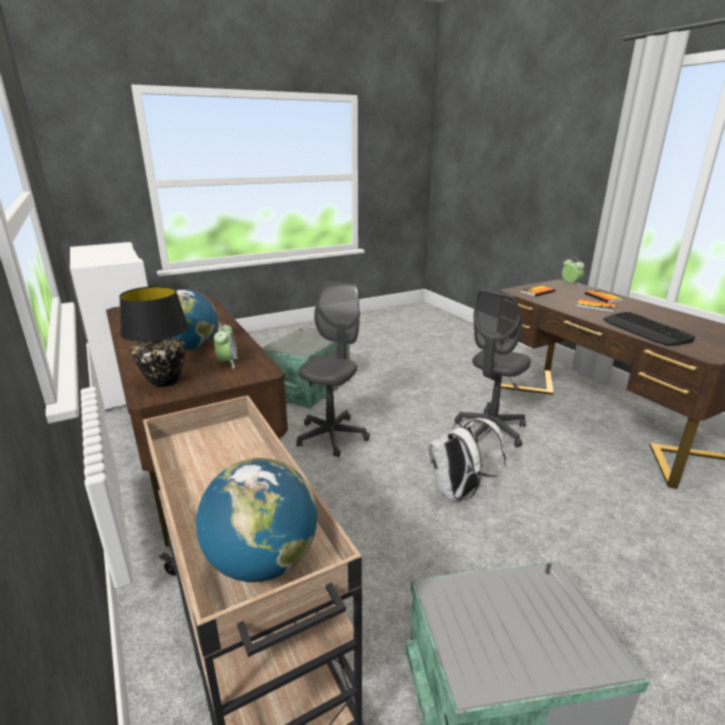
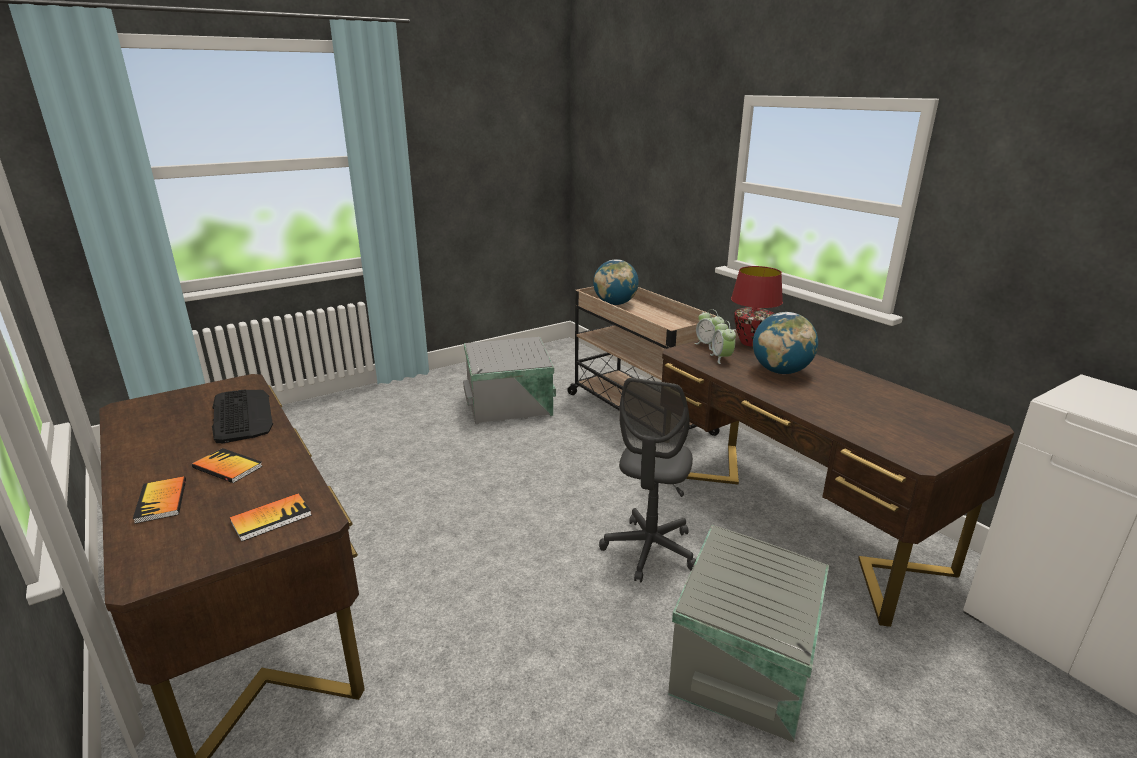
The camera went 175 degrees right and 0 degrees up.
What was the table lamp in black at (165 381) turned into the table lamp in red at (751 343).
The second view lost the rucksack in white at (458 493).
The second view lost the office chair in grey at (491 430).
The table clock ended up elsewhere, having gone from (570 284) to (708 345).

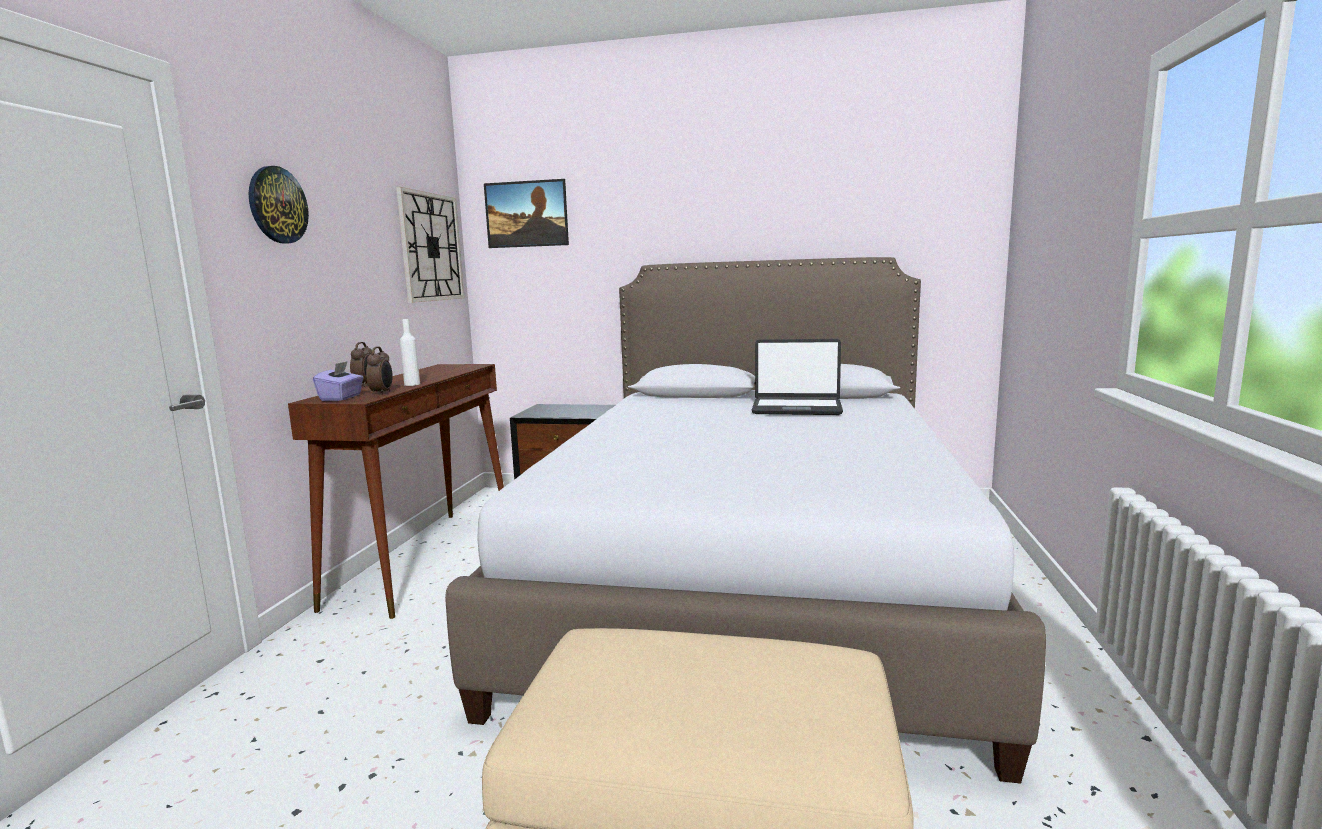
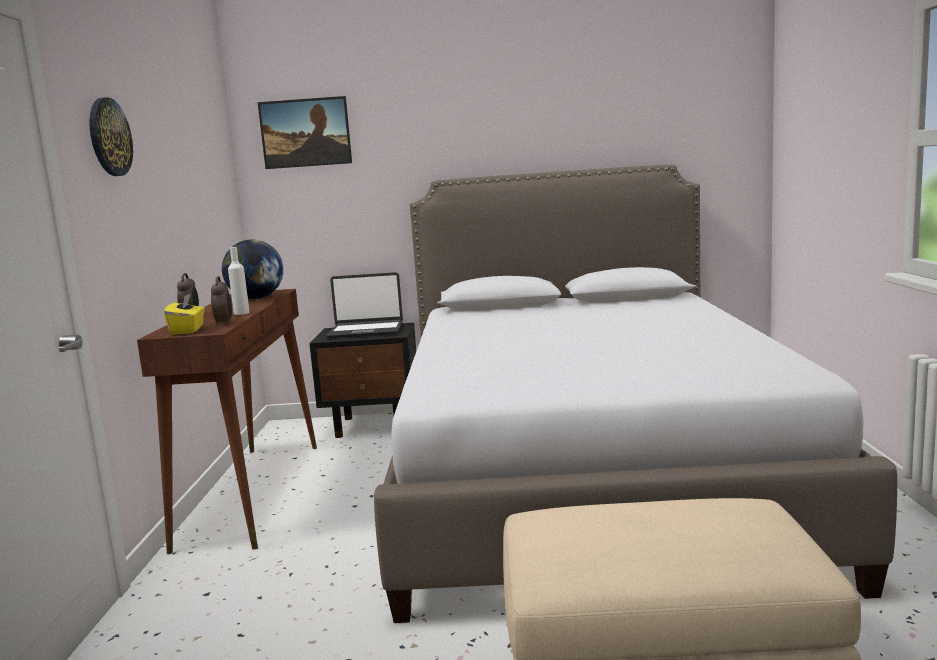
The camera went 10 degrees left and 0 degrees up.
What was the tissue box in purplish at (341 398) turned into the tissue box in yellow-coloured at (188 330).
The second view lost the hanging clock at (431 247).
The portable computer ended up elsewhere, having gone from (796 408) to (366 331).
The second view gained the desk globe at (256 298).

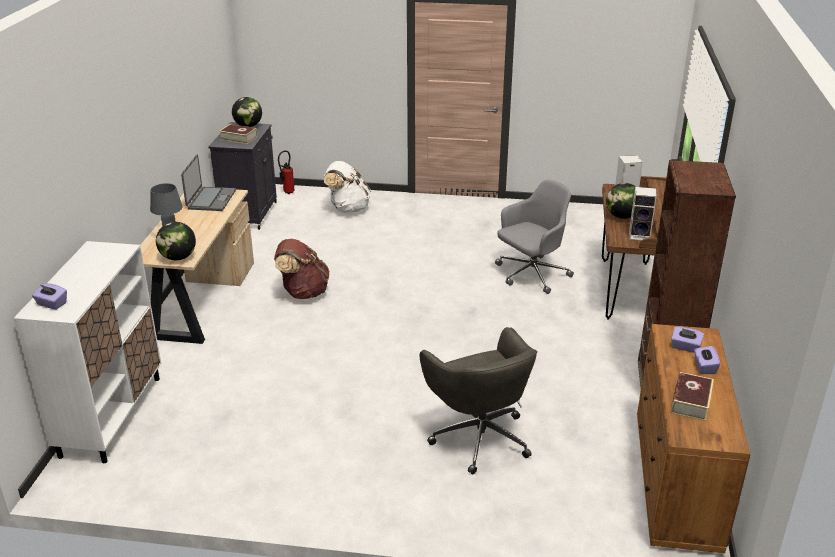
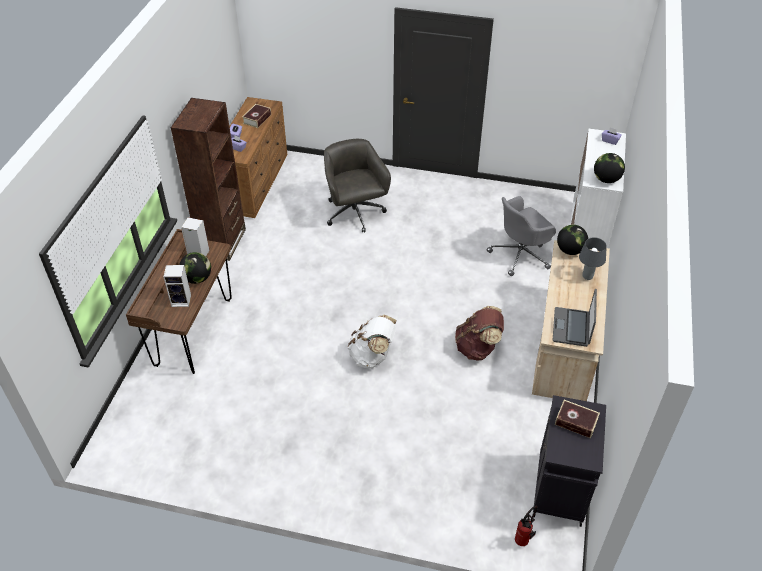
The camera went 175 degrees left and 15 degrees up.
The desk globe ended up elsewhere, having gone from (248 126) to (606 179).
The rucksack in white ended up elsewhere, having gone from (348 208) to (372 356).
The office chair in grey ended up elsewhere, having gone from (531 274) to (520 255).

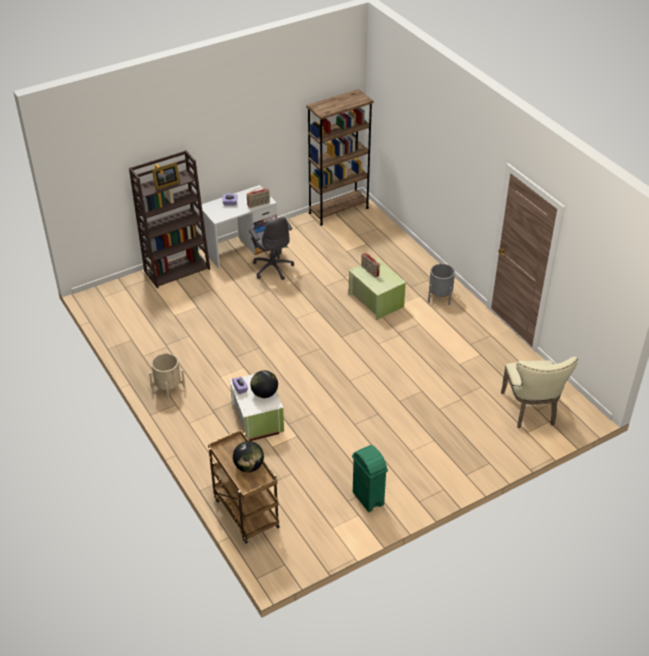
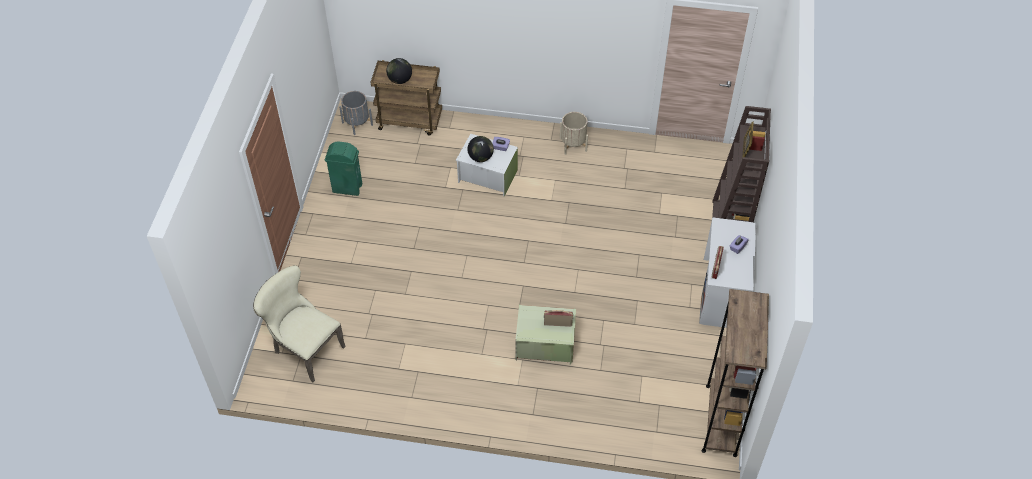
The camera went 130 degrees right and 10 degrees up.
The second view lost the office chair in grey at (272 268).
The flower pot in grey ended up elsewhere, having gone from (440 296) to (357 123).

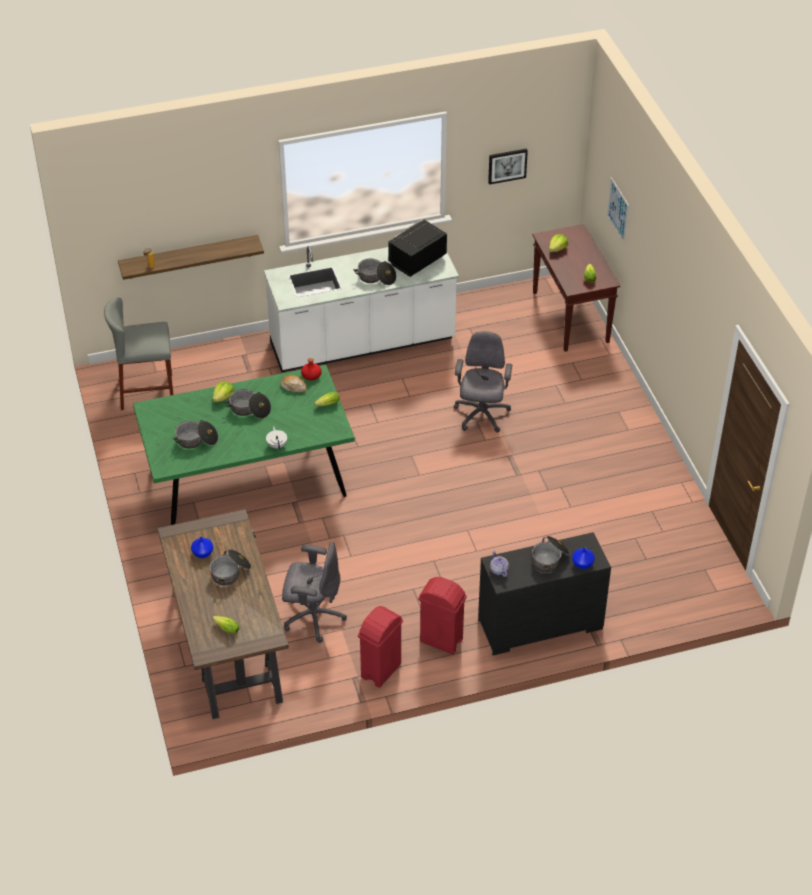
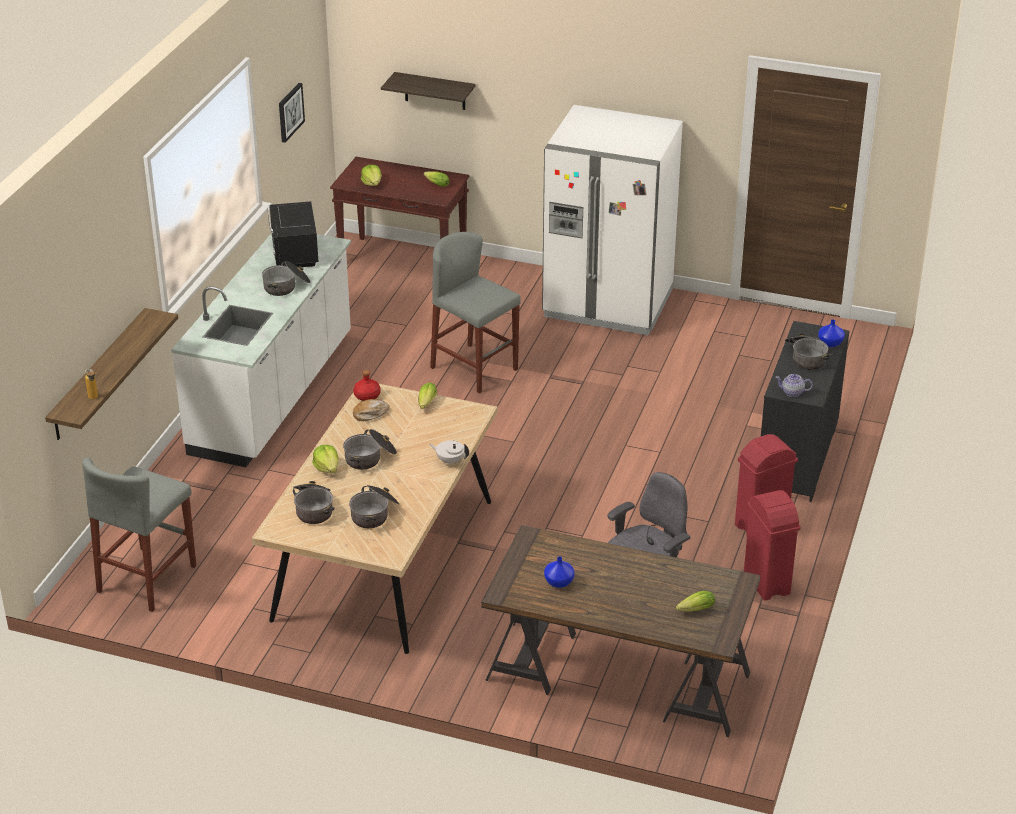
The camera went 55 degrees left and 10 degrees down.
What was the kitchen table in greenish at (248 478) turned into the kitchen table in beige at (384 558).
The stockpot ended up elsewhere, having gone from (230 572) to (314 509).
Where the office chair in grey stood at (481 415), the sitting stool in grey came to stand at (474 368).
Where the wall picture hung at (618 210), the shelf came to hang at (435 91).
The second view gained the kitchen fridge in white at (608 304).

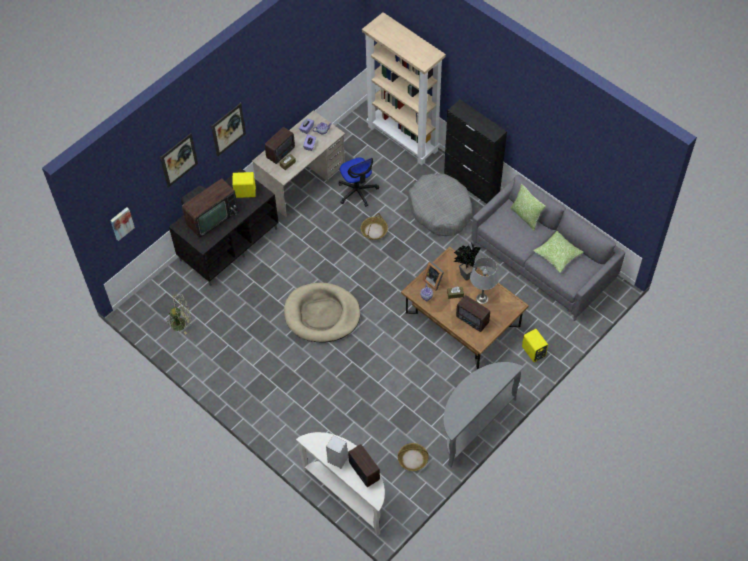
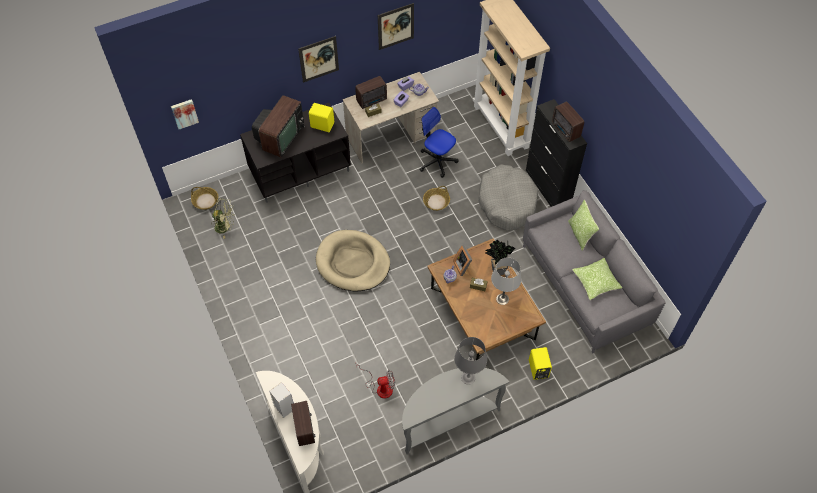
The camera went 20 degrees right and 0 degrees up.
The wall picture ended up elsewhere, having gone from (179 160) to (395 26).
The television at (210 217) ended up facing another way, 45 degrees counterclockwise from before.
The office chair at (357 191) ended up facing another way, 135 degrees clockwise from before.
The household basket ended up elsewhere, having gone from (412 459) to (205 201).
The radio ended up elsewhere, having gone from (472 321) to (566 130).
The second view gained the electric fan at (380 387).
The second view gained the table lamp in grey at (468 377).

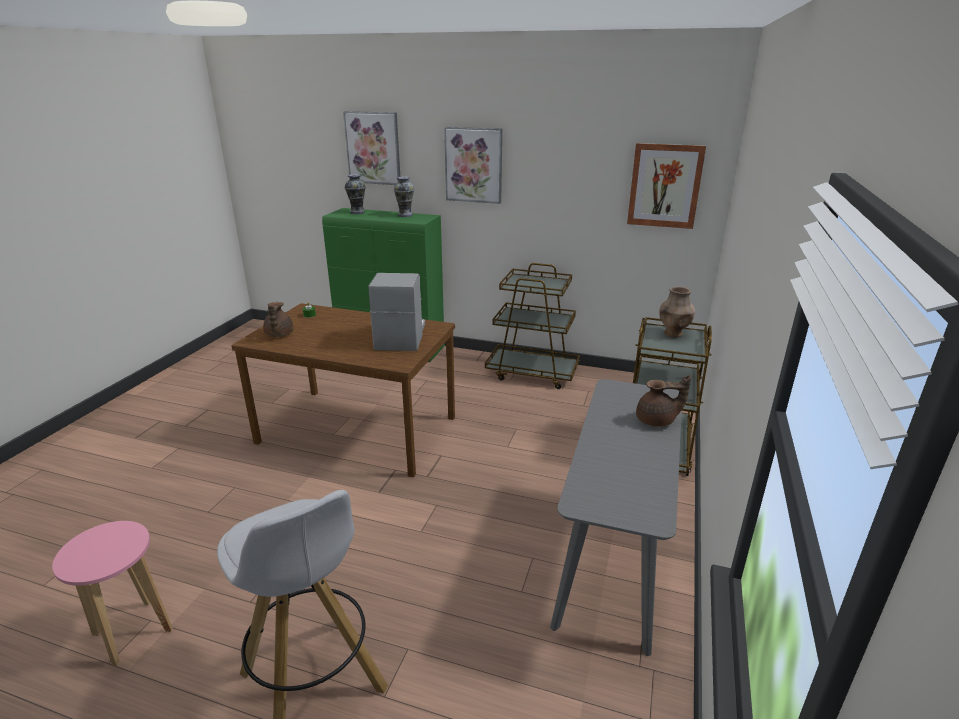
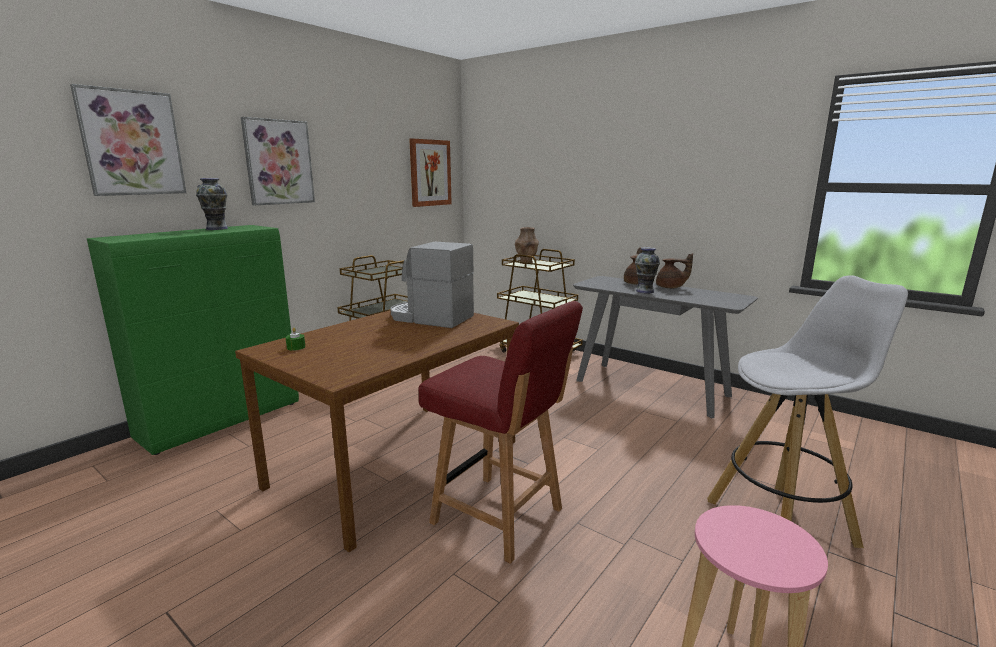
The camera went 70 degrees left and 10 degrees down.
The pot for tea in brownish ended up elsewhere, having gone from (278 334) to (670 287).
The flower vase ended up elsewhere, having gone from (357 212) to (645 291).
The second view gained the plain chair in red at (499 517).

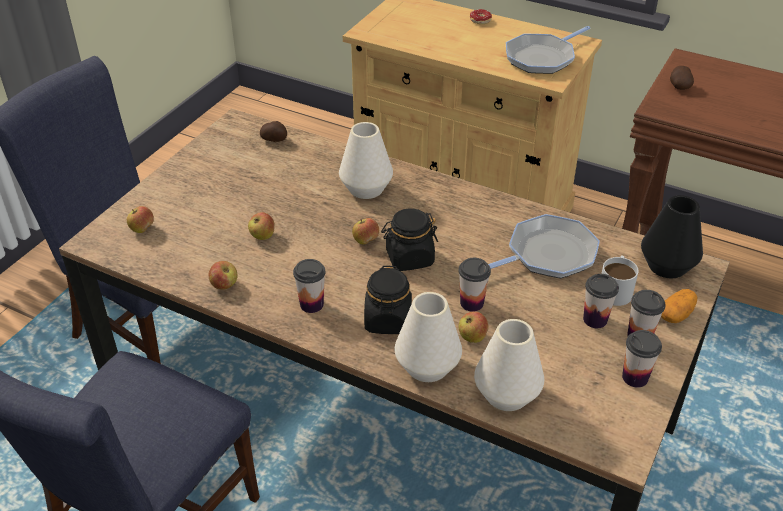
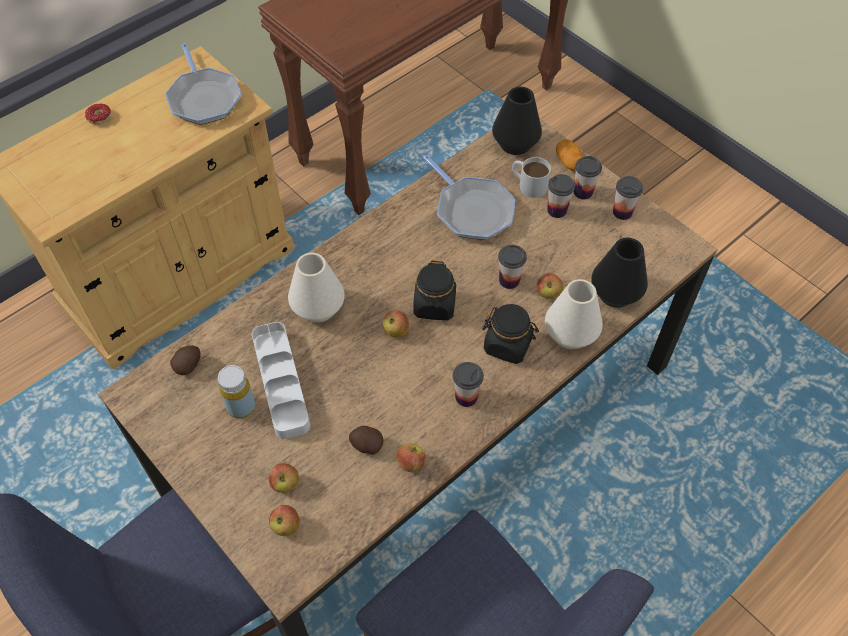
The camera went 70 degrees left and 15 degrees up.
The apple ended up elsewhere, having gone from (262 236) to (285 483).
What was the flower vase in white at (506 394) turned into the flower vase in black at (615 293).
The skillet at (546 255) ended up facing another way, 150 degrees clockwise from before.
The spud ended up elsewhere, having gone from (679 86) to (366 445).
The second view gained the bottle in yellow-coloured at (241 407).
The second view gained the serving tray in white at (281 382).

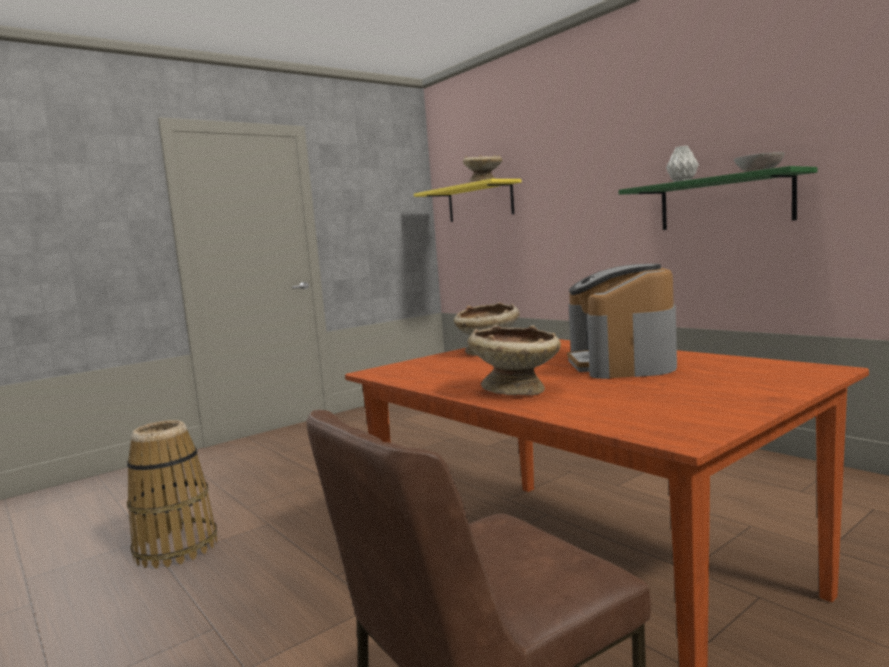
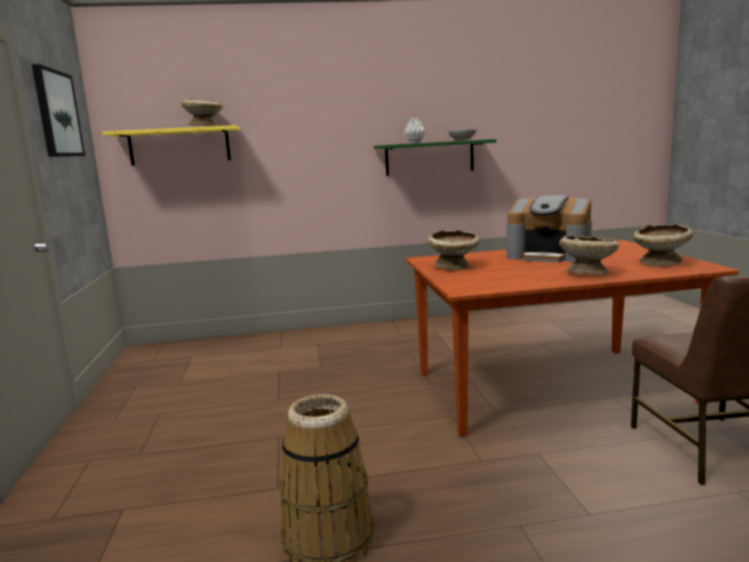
The camera went 60 degrees left and 5 degrees up.
The second view gained the wall picture at (57 114).
The second view gained the bowl in beige at (660 263).

